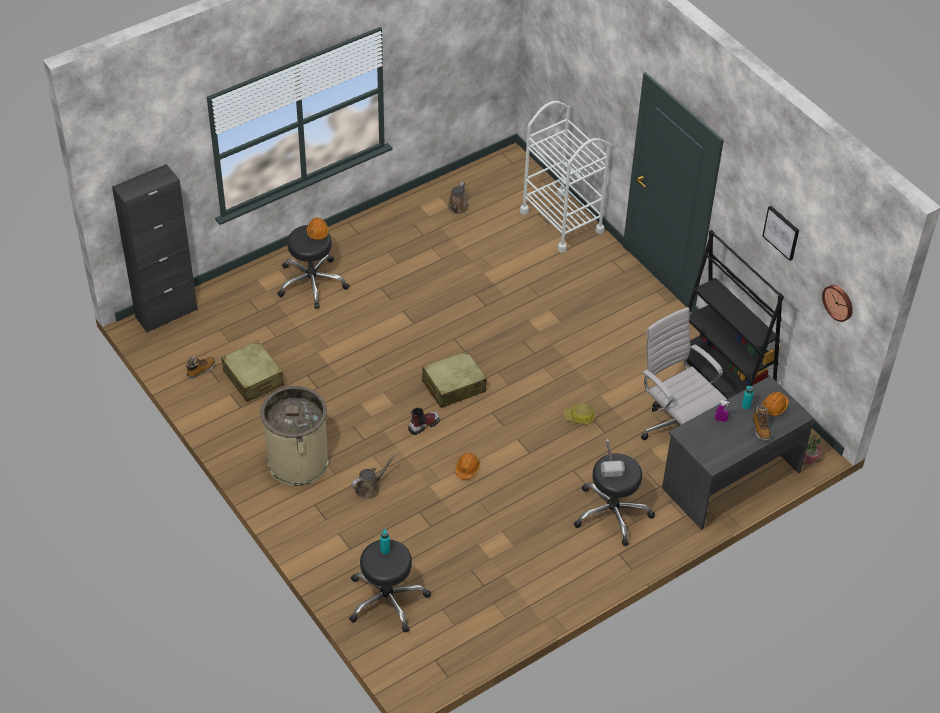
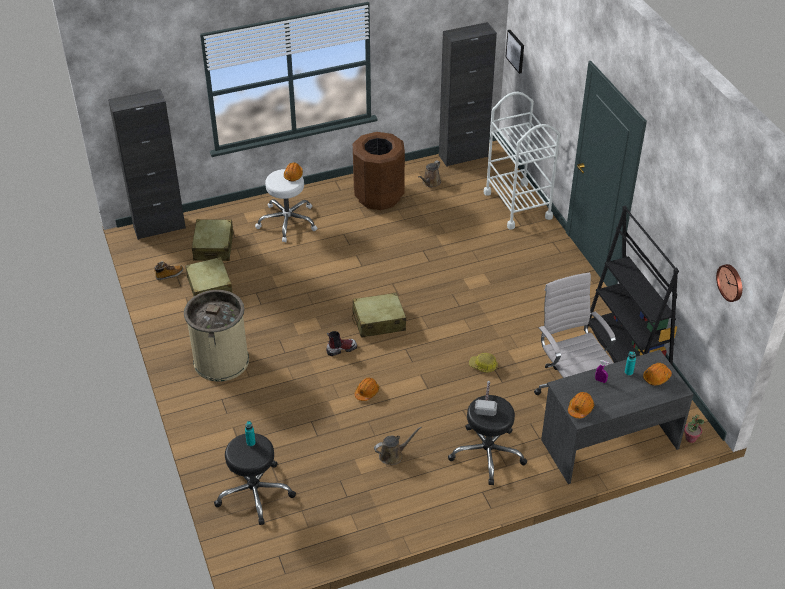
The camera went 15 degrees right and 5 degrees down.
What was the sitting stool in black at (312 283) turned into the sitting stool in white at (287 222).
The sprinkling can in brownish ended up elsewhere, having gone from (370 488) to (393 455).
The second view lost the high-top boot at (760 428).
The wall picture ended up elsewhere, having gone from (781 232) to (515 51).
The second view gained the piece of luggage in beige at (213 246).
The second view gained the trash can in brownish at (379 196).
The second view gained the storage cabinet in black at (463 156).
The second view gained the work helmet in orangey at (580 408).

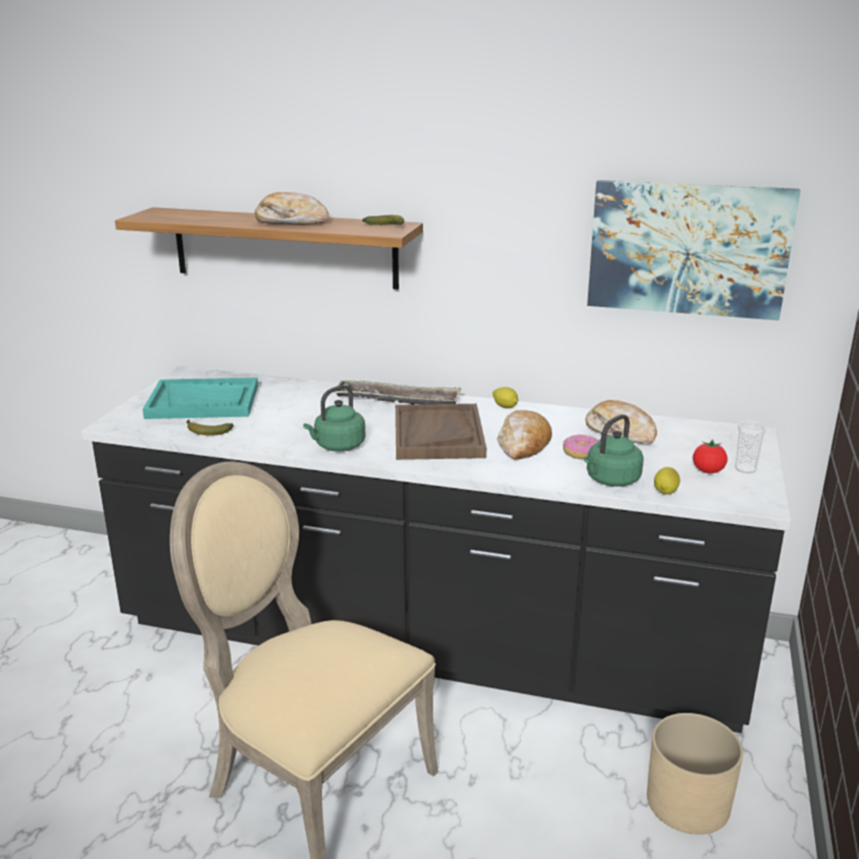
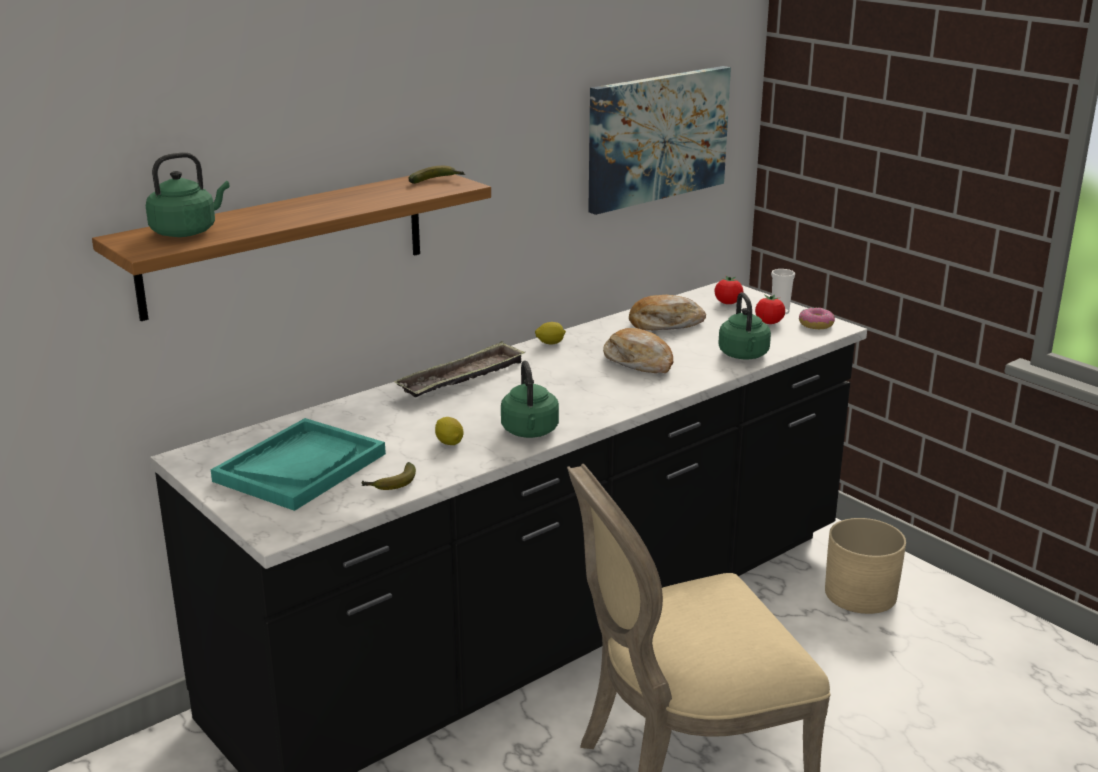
The camera went 55 degrees left and 0 degrees up.
The second view lost the bakery bread at (291 222).
The second view lost the serving tray in brownish at (438 435).
The doughnut ended up elsewhere, having gone from (581 453) to (816 325).
The lemon ended up elsewhere, having gone from (666 491) to (449 442).
The second view gained the tea kettle in greenish at (187 231).
The second view gained the fresh tomato at (728 303).

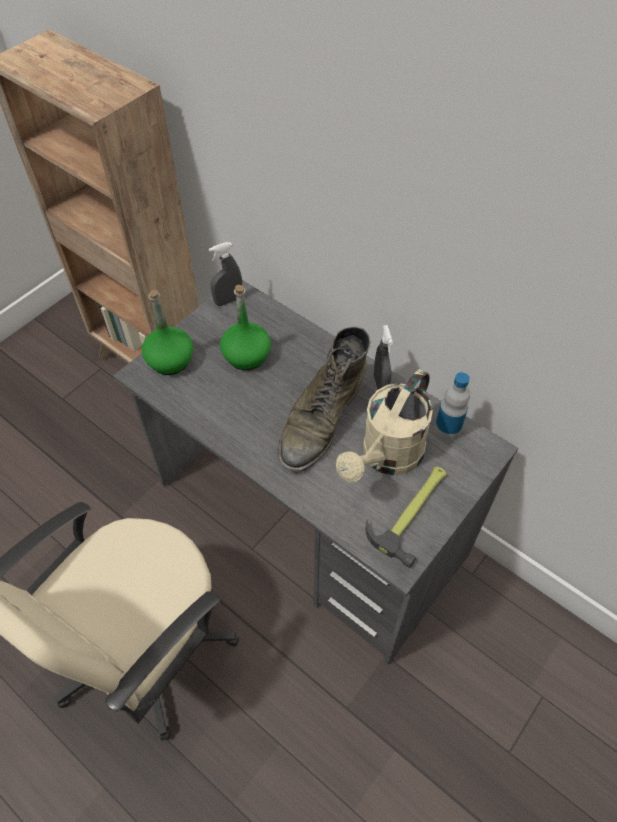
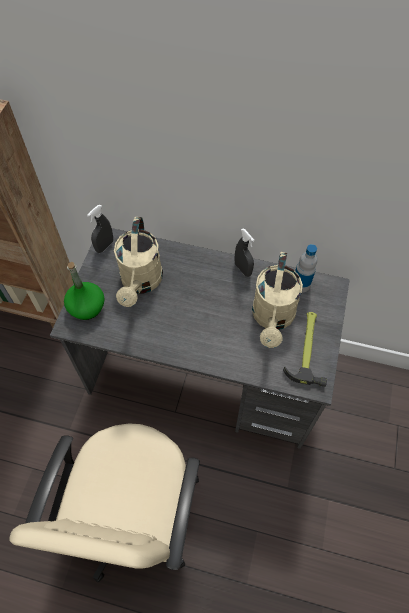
The camera went 25 degrees left and 5 degrees up.
Where the bottle in greenish stood at (247 356), the sprinkling can in beige came to stand at (140 283).
The second view lost the high-top boot in greenish at (321 419).

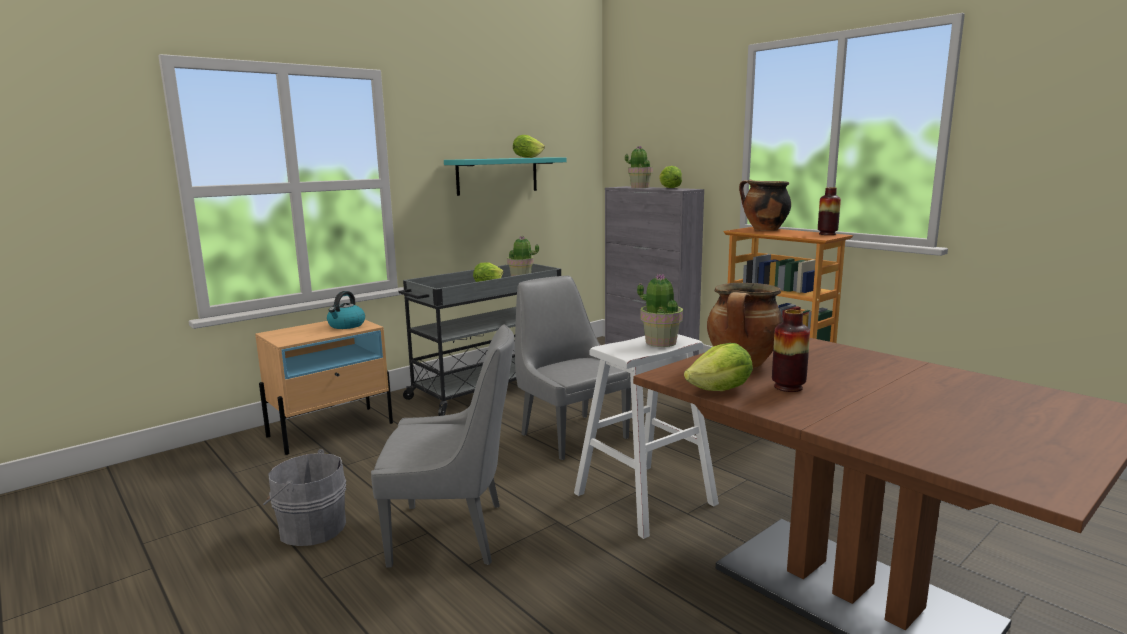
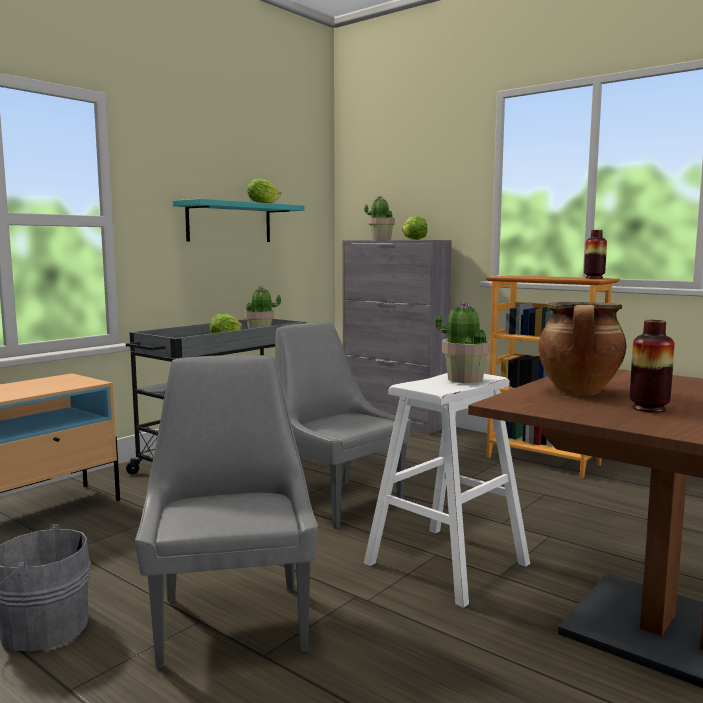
The camera went 10 degrees left and 5 degrees down.
The second view lost the tea kettle at (346 325).
The plain chair in grey at (453 534) ended up facing another way, 90 degrees counterclockwise from before.
The second view lost the lettuce at (720 390).
The second view lost the stockpot at (764 230).

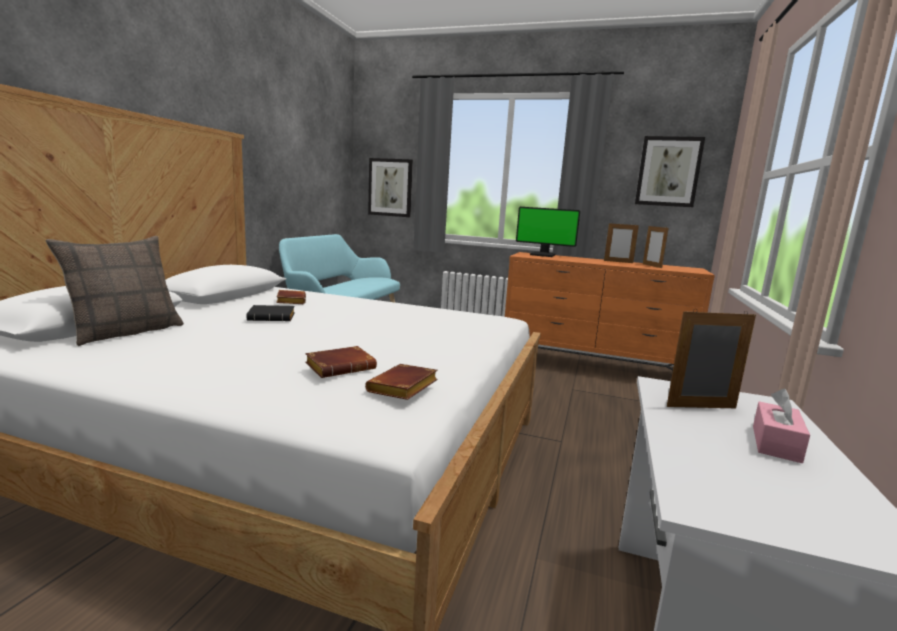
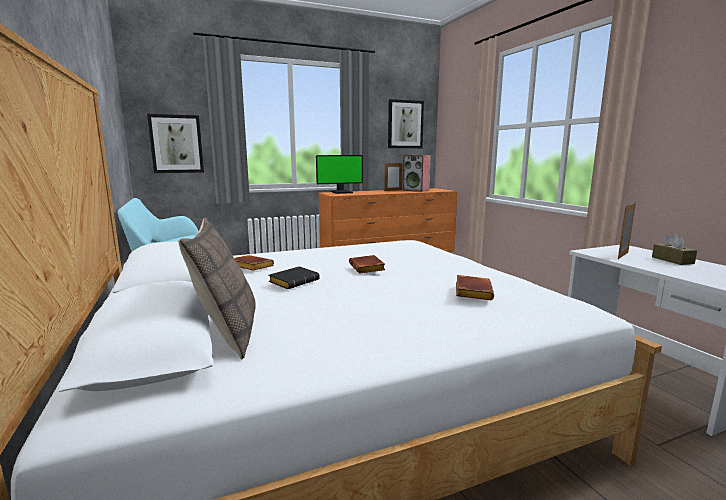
The camera went 40 degrees left and 0 degrees up.
The volume in brownish ended up elsewhere, having gone from (403 388) to (368 268).
Where the photo frame stood at (652 266), the speaker came to stand at (416 190).
What was the tissue box in pink at (776 443) turned into the tissue box in brownish at (672 260).

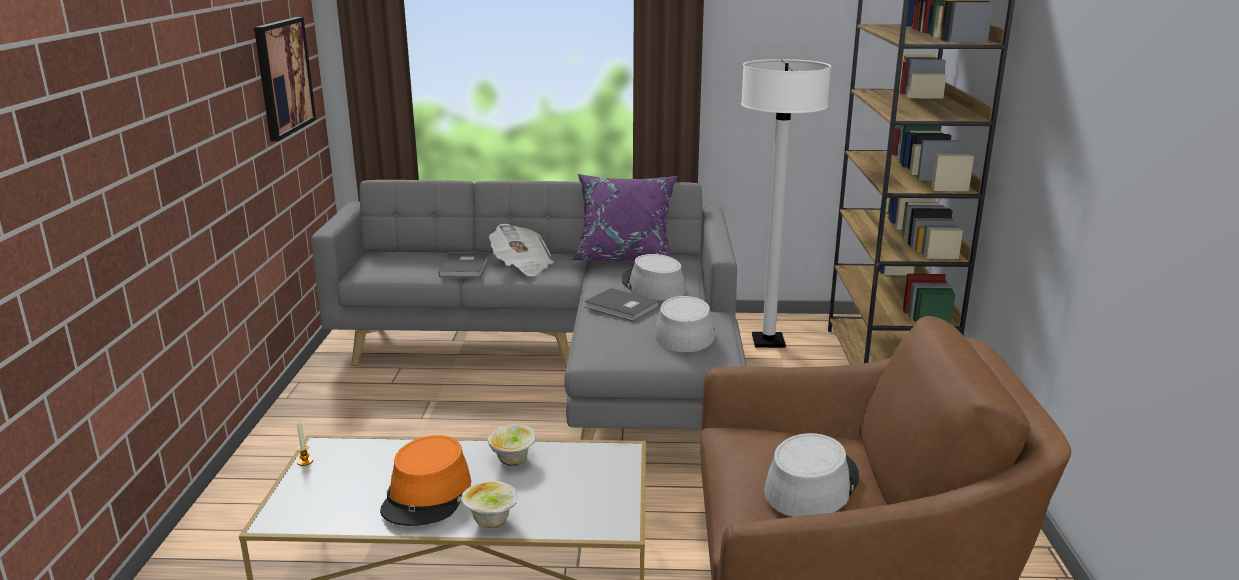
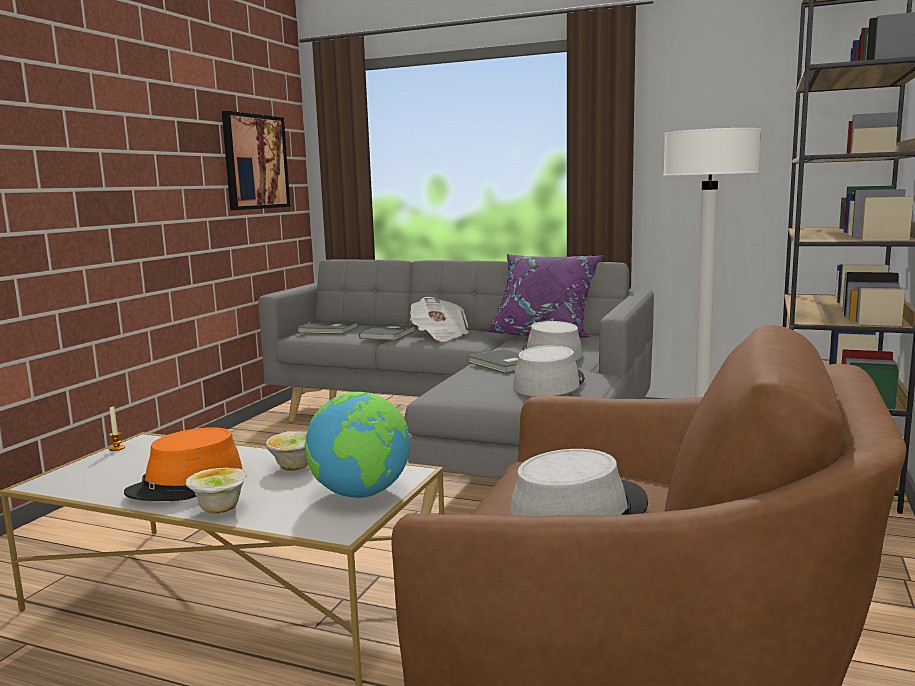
The camera went 20 degrees right and 10 degrees down.
The second view gained the volume in grey at (328 330).
The second view gained the desk globe at (361 494).

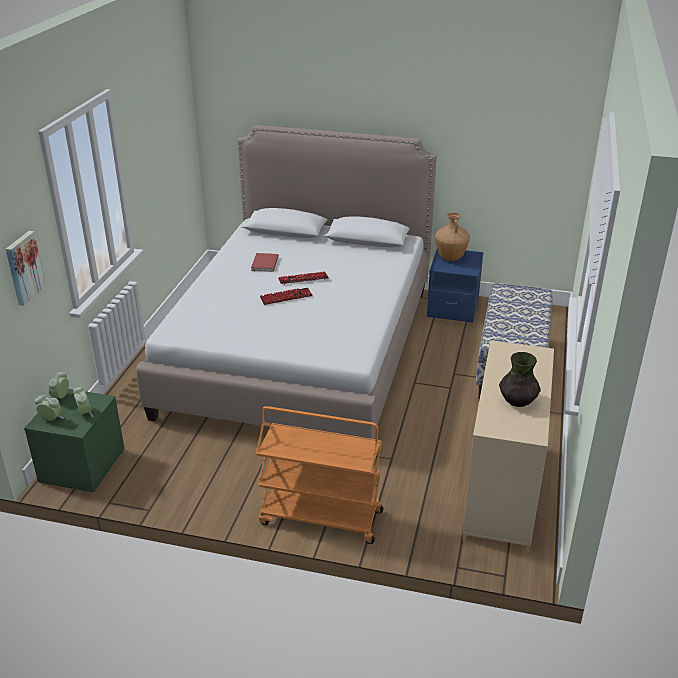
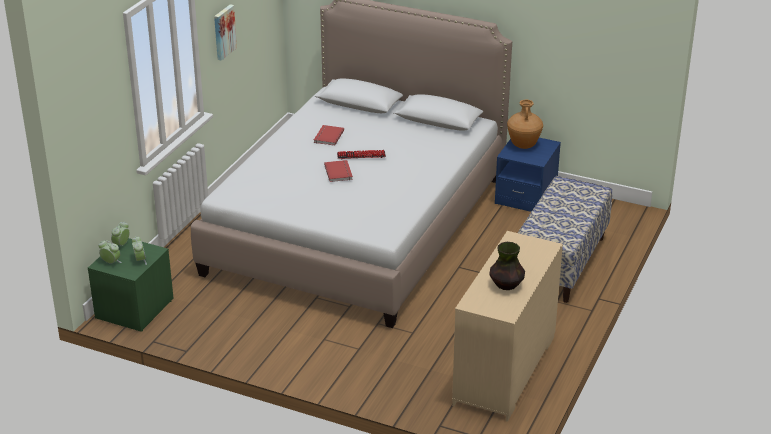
The camera went 10 degrees right and 0 degrees up.
The wall picture ended up elsewhere, having gone from (23 267) to (223 32).
The second view lost the cart in orangey at (320 518).
Where the keyboard stood at (286 297), the volume in red came to stand at (339 172).

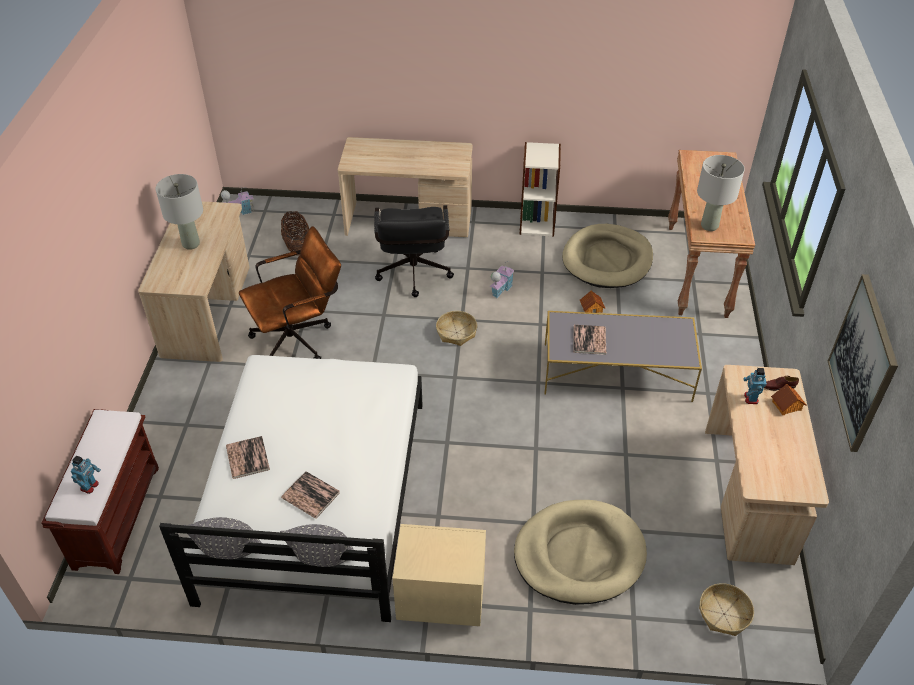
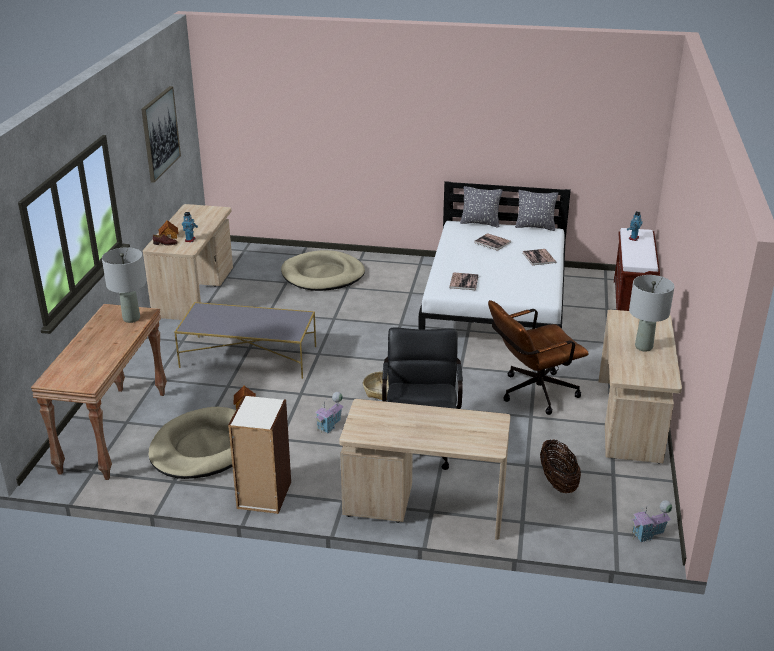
The camera went 175 degrees left and 15 degrees down.
The second view lost the nightstand in beige at (439 599).
The volume ended up elsewhere, having gone from (589 340) to (464 282).
The second view lost the household basket at (724 614).

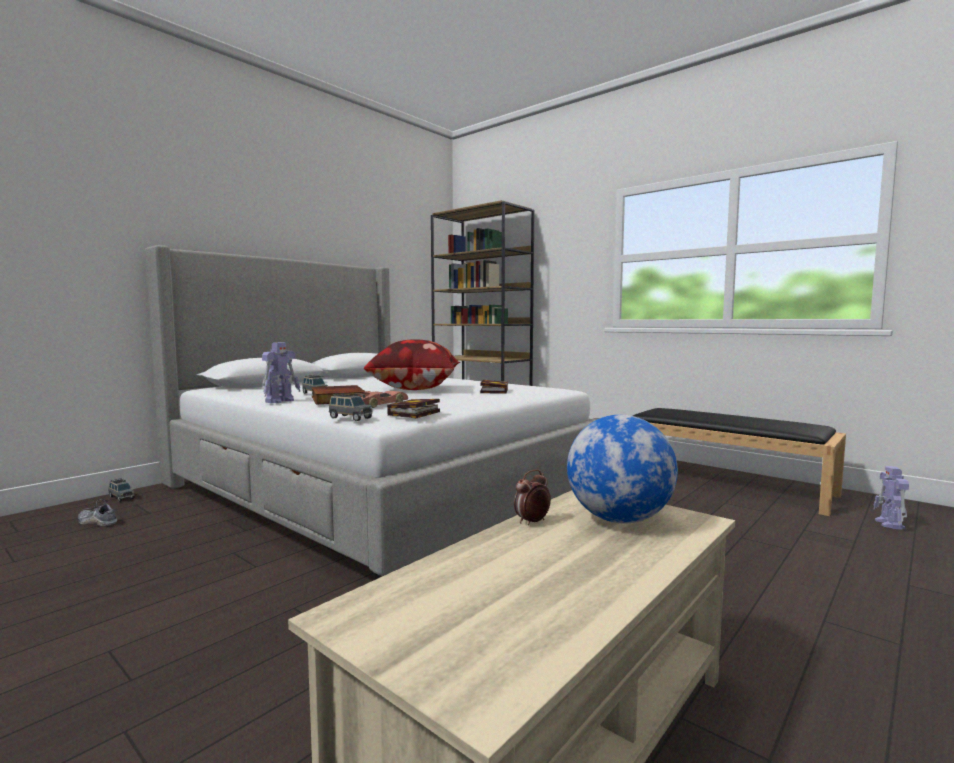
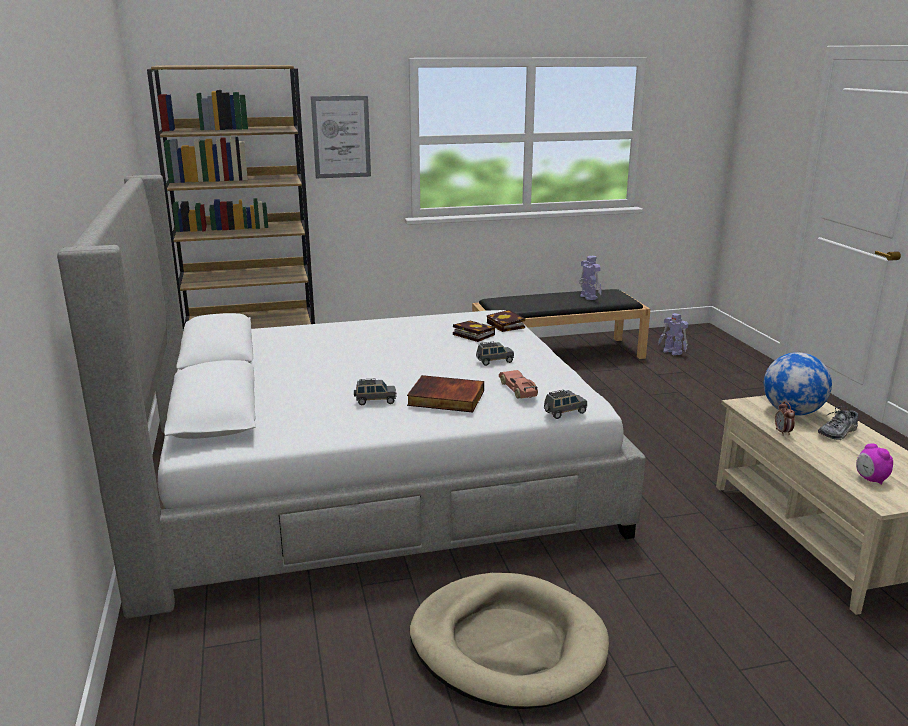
The camera went 55 degrees left and 15 degrees up.
The low shoe ended up elsewhere, having gone from (97 522) to (838 432).
The toy car in grey ended up elsewhere, having gone from (121 497) to (494 361).
The robot figure ended up elsewhere, having gone from (280 401) to (588 296).
The second view lost the pillow at (415 390).
The volume ended up elsewhere, having gone from (413 414) to (507 325).
The second view gained the wall picture at (341 137).
The second view gained the dog cushion in beige at (508 645).
The second view gained the table clock at (870 479).

